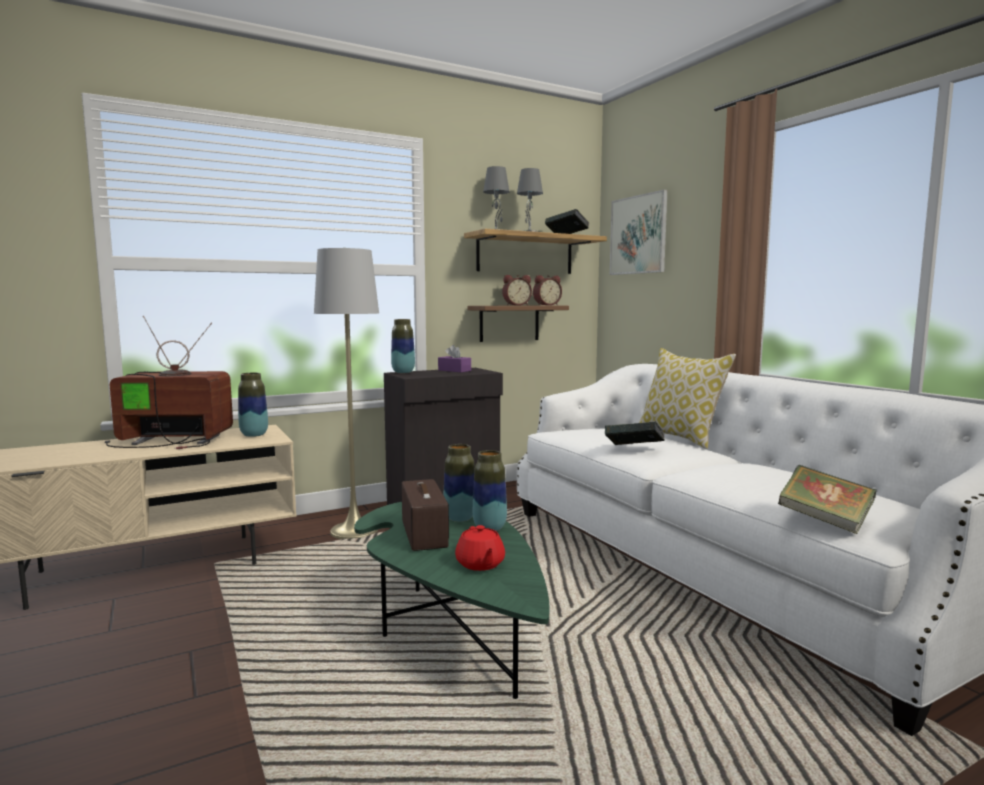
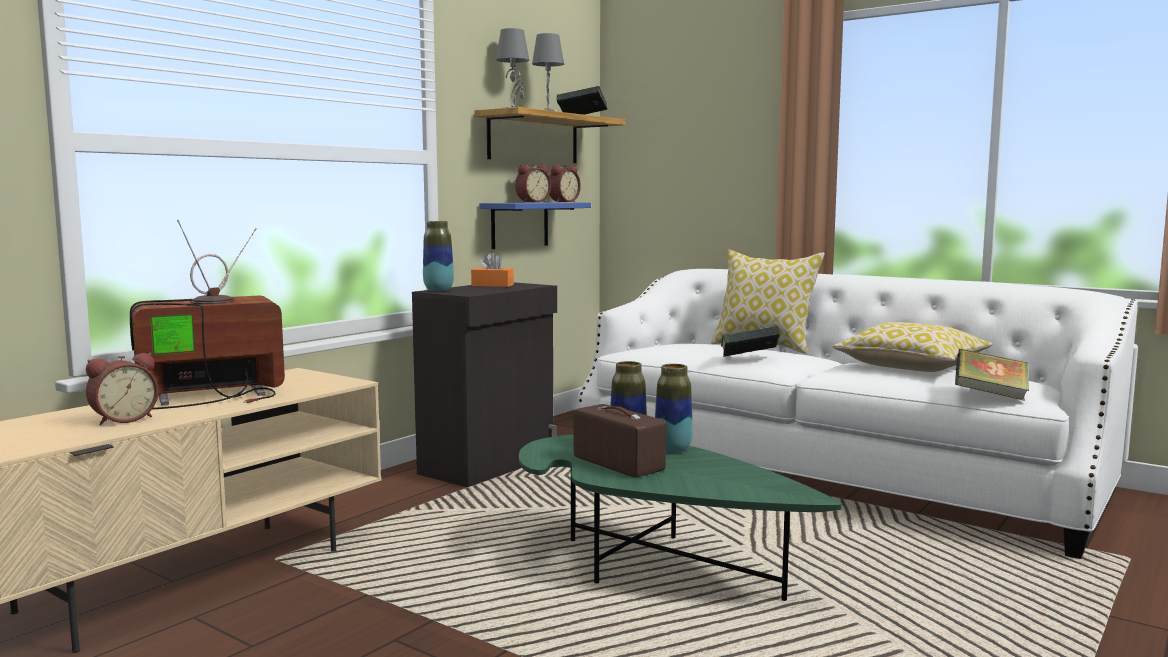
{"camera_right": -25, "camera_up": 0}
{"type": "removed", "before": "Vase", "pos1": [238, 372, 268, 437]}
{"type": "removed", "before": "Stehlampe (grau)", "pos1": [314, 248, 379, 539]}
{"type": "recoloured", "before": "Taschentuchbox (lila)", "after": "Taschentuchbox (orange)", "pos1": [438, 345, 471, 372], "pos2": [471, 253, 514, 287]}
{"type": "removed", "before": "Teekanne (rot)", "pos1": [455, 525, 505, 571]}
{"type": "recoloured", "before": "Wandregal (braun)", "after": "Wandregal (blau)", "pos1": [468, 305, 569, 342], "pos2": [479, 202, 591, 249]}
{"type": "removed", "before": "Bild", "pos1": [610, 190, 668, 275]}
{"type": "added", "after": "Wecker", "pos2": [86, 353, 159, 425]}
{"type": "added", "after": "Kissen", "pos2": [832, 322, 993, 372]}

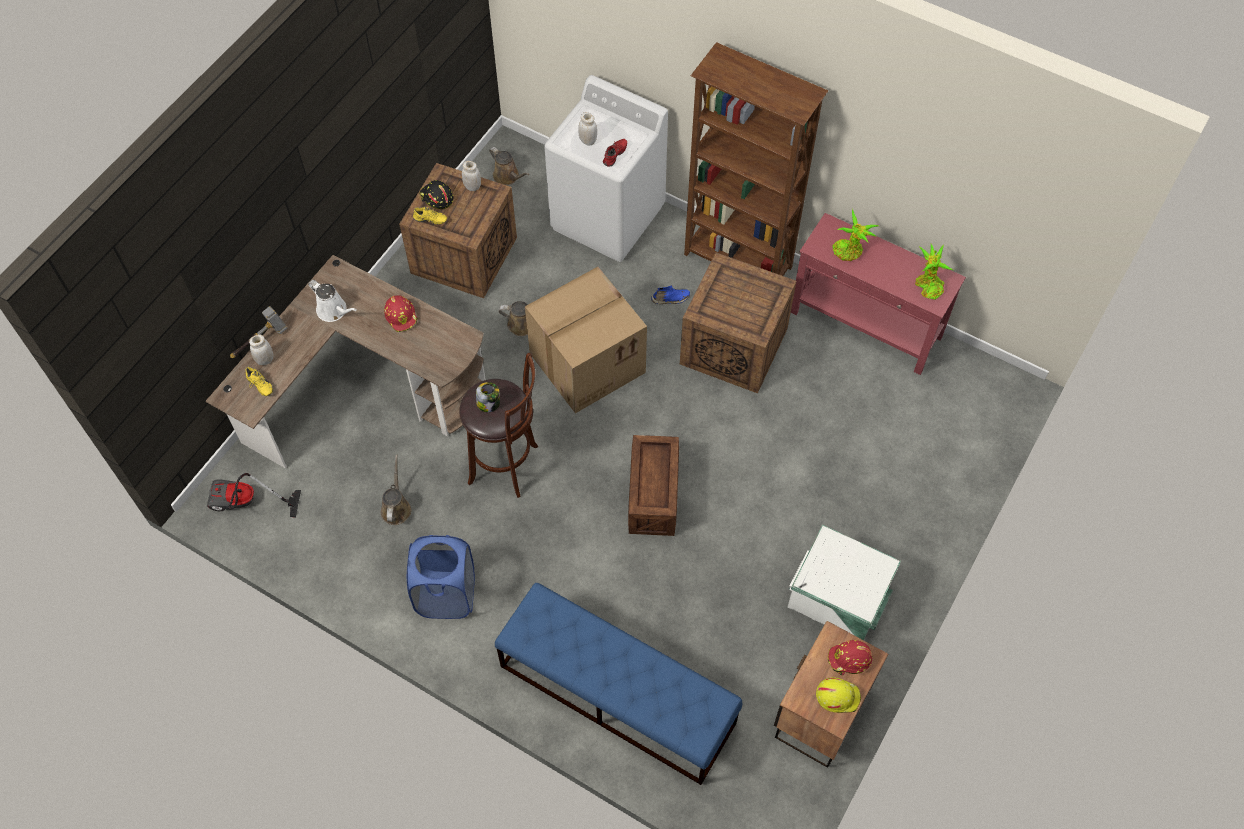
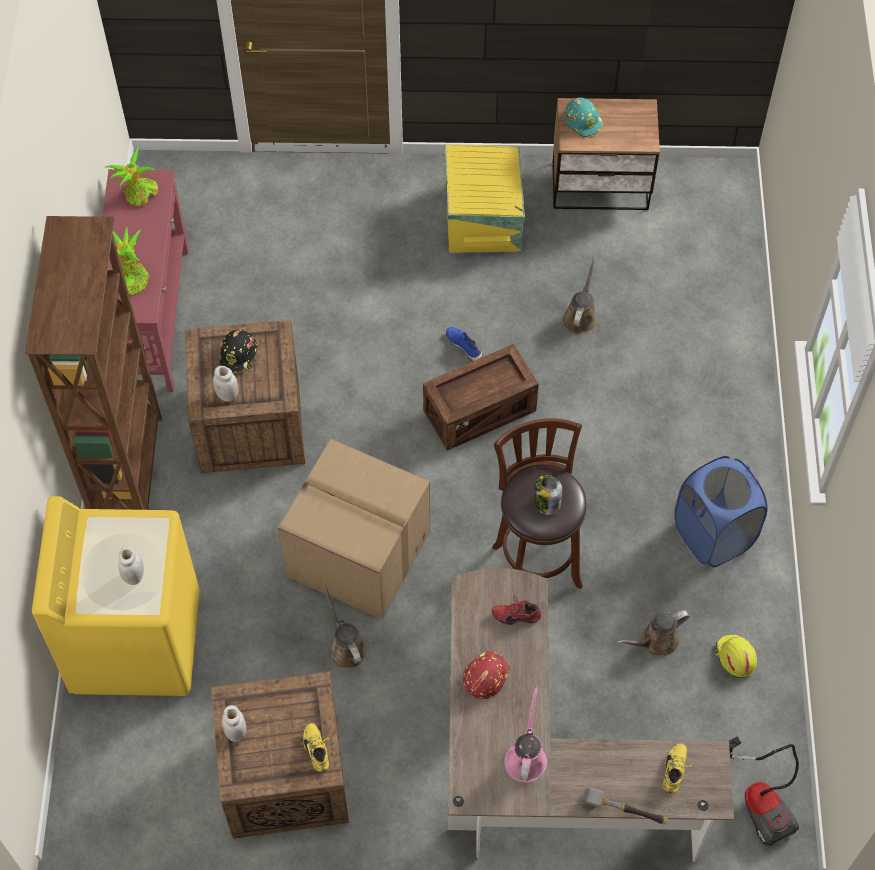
{"camera_right": -120, "camera_up": 0}
{"type": "moved", "before": "Vorratsglas (weiß)", "pos1": [249, 334, 273, 365], "pos2": [213, 366, 238, 402]}
{"type": "recoloured", "before": "Gießkanne (weiß)", "after": "Gießkanne (rosa)", "pos1": [308, 280, 357, 322], "pos2": [504, 686, 547, 783]}
{"type": "moved", "before": "Schutzhelm (schwarz)", "pos1": [419, 180, 453, 209], "pos2": [220, 329, 257, 373]}
{"type": "moved", "before": "Gießkanne (braun)", "pos1": [489, 147, 530, 185], "pos2": [563, 257, 597, 334]}
{"type": "removed", "before": "Bank (blau)", "pos1": [495, 583, 742, 785]}
{"type": "recoloured", "before": "Waschmaschine (weiß)", "after": "Waschmaschine (gelb)", "pos1": [544, 75, 668, 262], "pos2": [32, 496, 200, 696]}
{"type": "moved", "before": "Schuh (rot)", "pos1": [603, 139, 627, 167], "pos2": [492, 596, 541, 625]}
{"type": "moved", "before": "Schuh (blau)", "pos1": [651, 285, 690, 304], "pos2": [446, 327, 483, 362]}
{"type": "recoloured", "before": "Aufbewahrungsbox (weiß)", "after": "Aufbewahrungsbox (gelb)", "pos1": [787, 525, 901, 640], "pos2": [445, 144, 525, 254]}
{"type": "moved", "before": "Schutzhelm (gelb)", "pos1": [816, 677, 861, 713], "pos2": [715, 635, 757, 678]}
{"type": "recoloured", "before": "Schutzhelm (rot)", "after": "Schutzhelm (türkis)", "pos1": [828, 640, 872, 675], "pos2": [564, 97, 604, 137]}

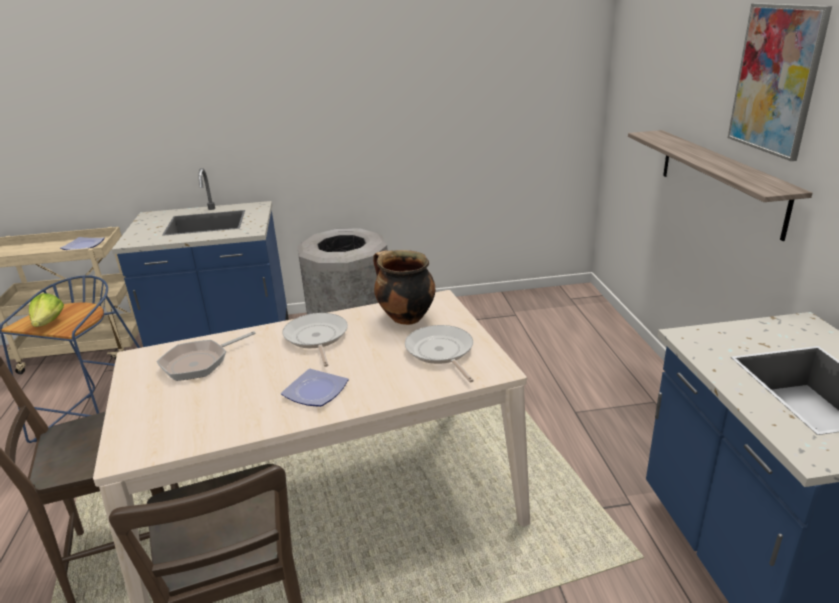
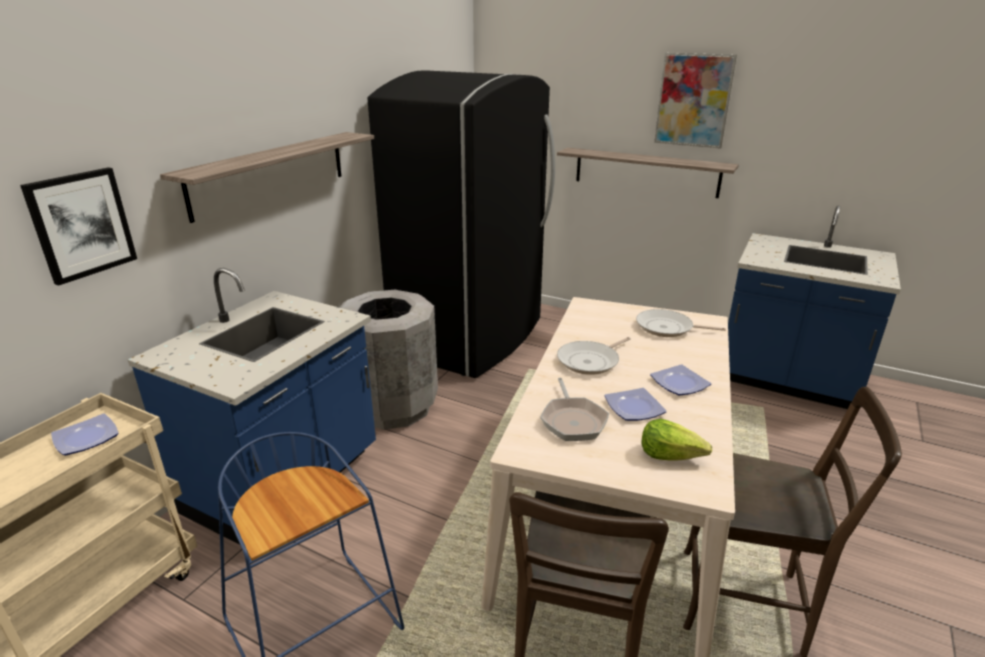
{"camera_right": -55, "camera_up": 0}
{"type": "moved", "before": "Salatkopf", "pos1": [29, 293, 64, 327], "pos2": [642, 419, 712, 461]}
{"type": "turned", "before": "Pfanne", "pos1": [283, 313, 348, 367], "pos2": [557, 337, 631, 375], "turn": -60}
{"type": "removed", "before": "Kochtopf", "pos1": [373, 250, 435, 325]}
{"type": "added", "after": "Bild", "pos2": [20, 168, 137, 286]}
{"type": "added", "after": "Wandregal", "pos2": [160, 132, 374, 223]}
{"type": "added", "after": "Kühlschrank (schwarz)", "pos2": [367, 70, 555, 378]}
{"type": "added", "after": "Teller", "pos2": [604, 388, 667, 421]}

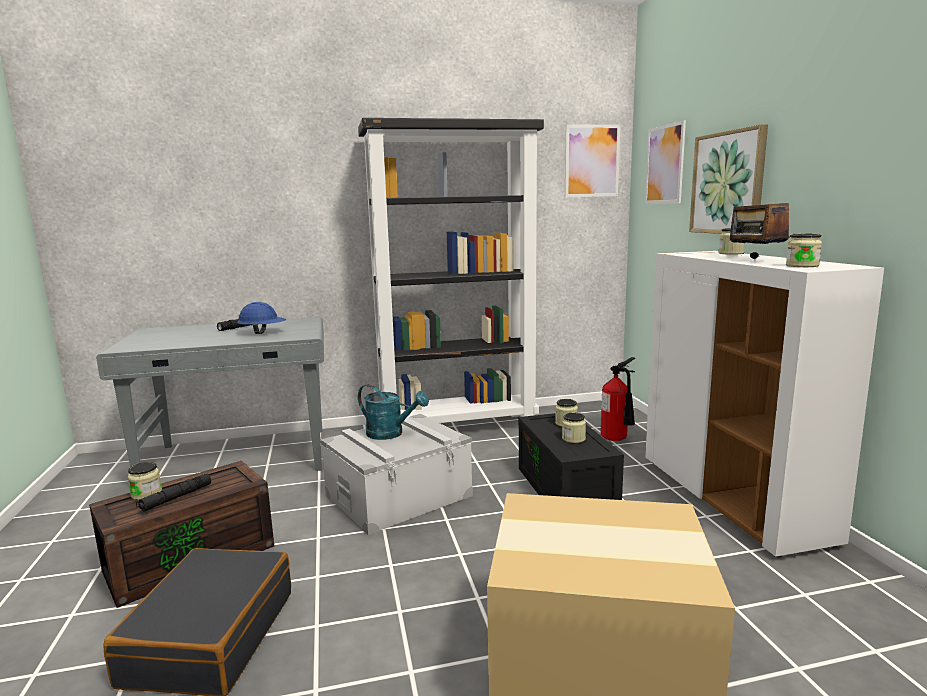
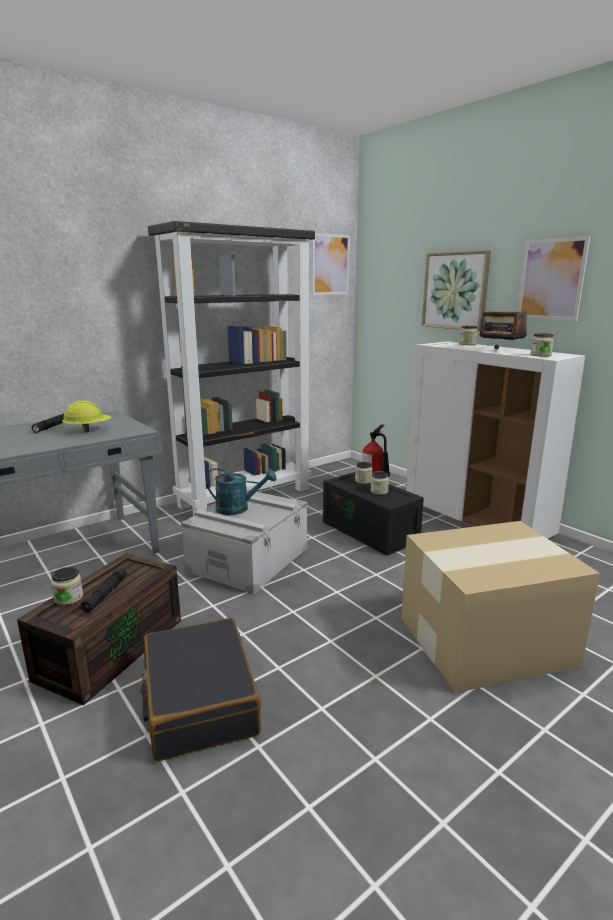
{"camera_right": -25, "camera_up": 5}
{"type": "recoloured", "before": "Schutzhelm (blau)", "after": "Schutzhelm (gelb)", "pos1": [237, 302, 286, 334], "pos2": [62, 401, 112, 432]}
{"type": "moved", "before": "Bild", "pos1": [645, 120, 686, 204], "pos2": [518, 236, 590, 321]}

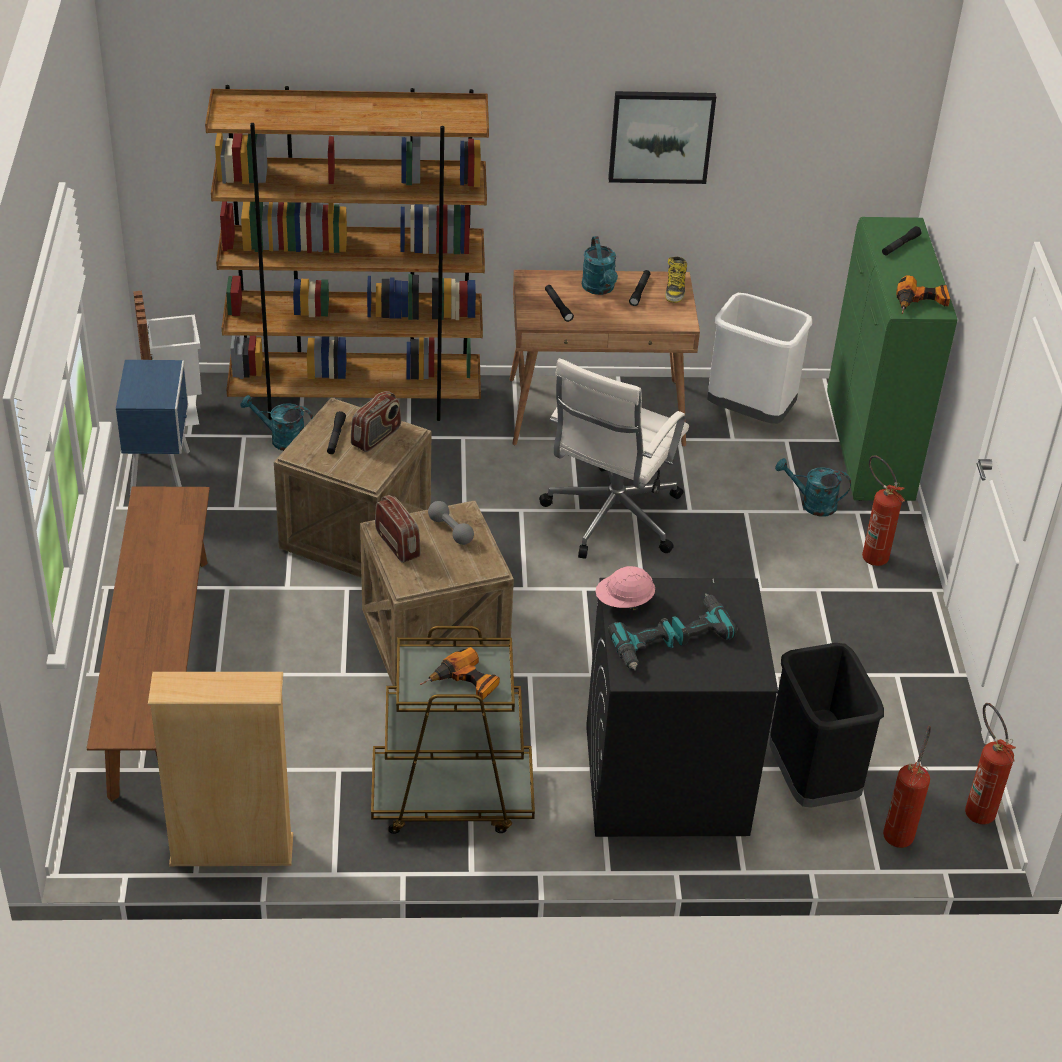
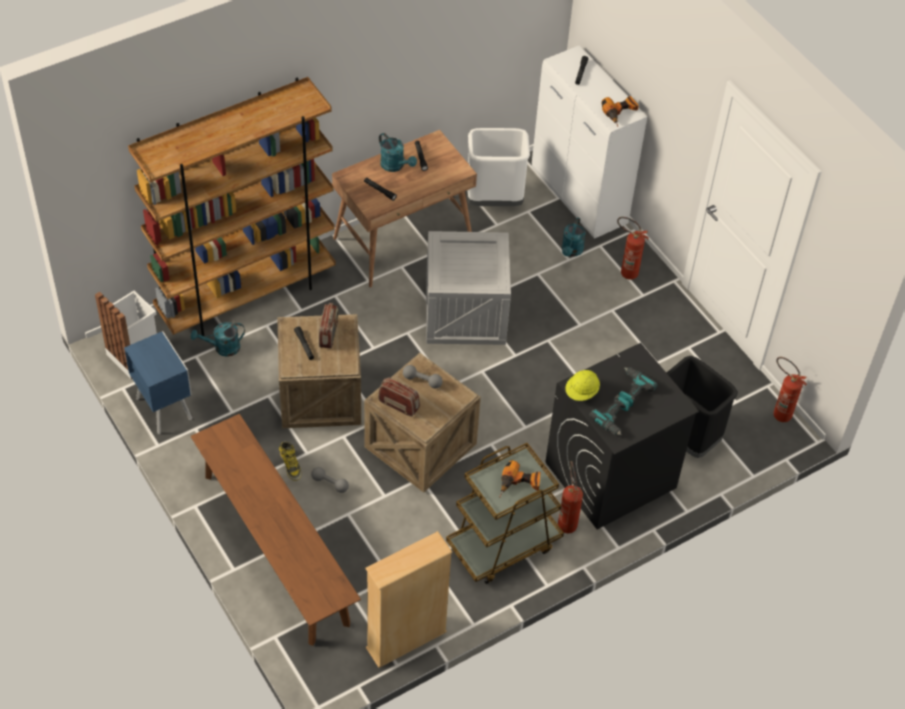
{"camera_right": -30, "camera_up": 10}
{"type": "replaced", "before": "Bürostuhl (weiß)", "after": "Kiste", "pos1": [539, 358, 689, 559], "pos2": [426, 231, 511, 345]}
{"type": "recoloured", "before": "Schutzhelm (rosa)", "after": "Schutzhelm (gelb)", "pos1": [595, 566, 655, 611], "pos2": [565, 370, 600, 401]}
{"type": "removed", "before": "Bild", "pos1": [608, 91, 716, 184]}
{"type": "moved", "before": "Stiefel", "pos1": [665, 257, 687, 303], "pos2": [279, 442, 301, 481]}
{"type": "turned", "before": "Gießkanne (türkis)", "pos1": [775, 458, 851, 517], "pos2": [562, 217, 586, 257], "turn": -60}
{"type": "recoloured", "before": "Schrank (grün)", "after": "Schrank (weiß)", "pos1": [827, 217, 958, 501], "pos2": [532, 45, 647, 239]}
{"type": "moved", "before": "Feuerlöscher", "pos1": [883, 726, 931, 848], "pos2": [558, 461, 583, 533]}
{"type": "added", "after": "Hantel (grau)", "pos2": [311, 467, 349, 493]}

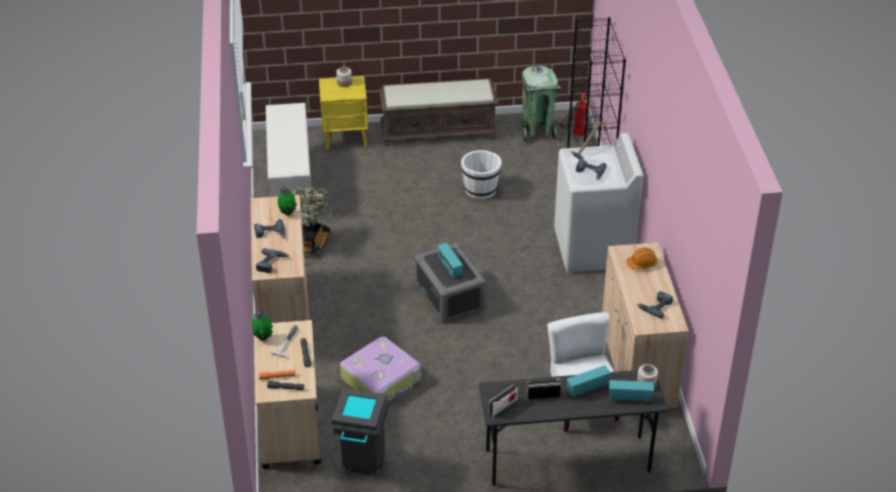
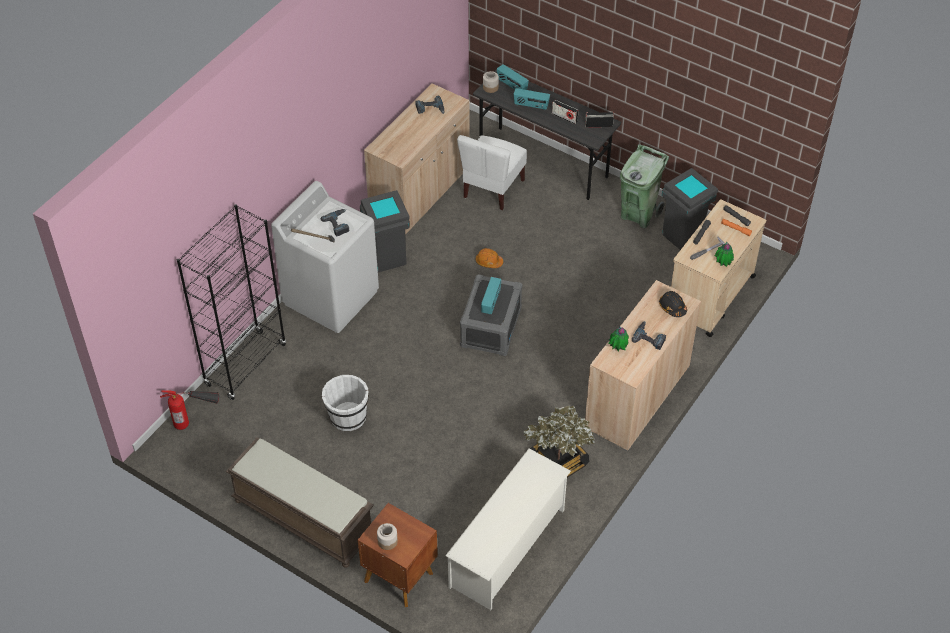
{"camera_right": -140, "camera_up": 10}
{"type": "replaced", "before": "Bohrmaschine", "after": "Schutzhelm (schwarz)", "pos1": [256, 248, 289, 273], "pos2": [659, 291, 687, 317]}
{"type": "recoloured", "before": "Nachttisch (gelb)", "after": "Nachttisch (braun)", "pos1": [319, 76, 368, 149], "pos2": [358, 503, 438, 607]}
{"type": "removed", "before": "Koffer", "pos1": [340, 337, 421, 401]}
{"type": "moved", "before": "Mülleimer (grün)", "pos1": [521, 66, 562, 143], "pos2": [620, 144, 669, 228]}
{"type": "moved", "before": "Schutzhelm (orange)", "pos1": [626, 248, 657, 269], "pos2": [476, 248, 503, 268]}
{"type": "added", "after": "Mülleimer (grau)", "pos2": [360, 190, 410, 272]}

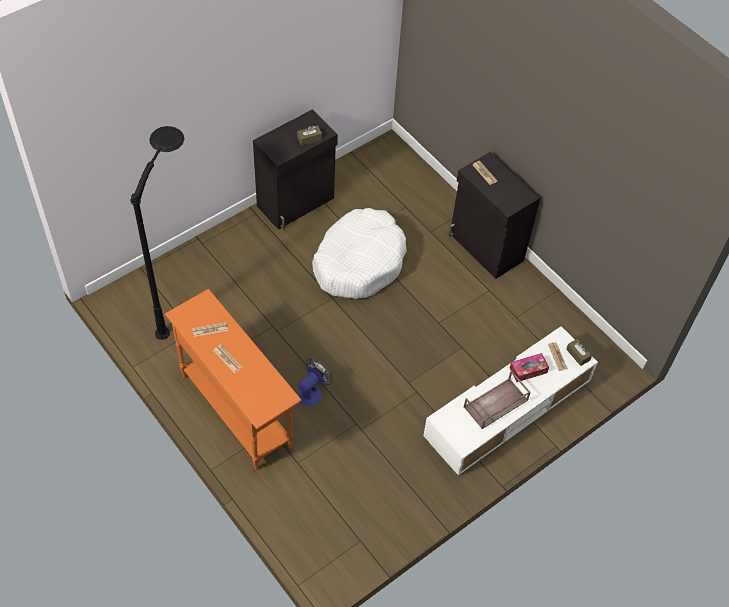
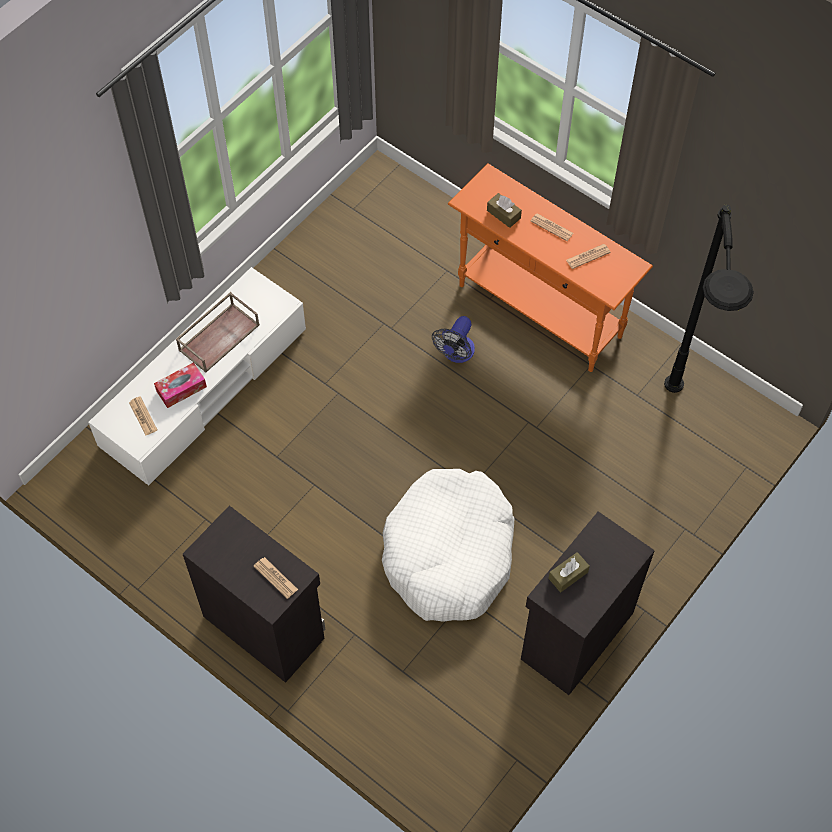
{"camera_right": 170, "camera_up": 5}
{"type": "moved", "before": "Taschentuchbox (braun)", "pos1": [566, 339, 592, 366], "pos2": [487, 193, 522, 228]}

